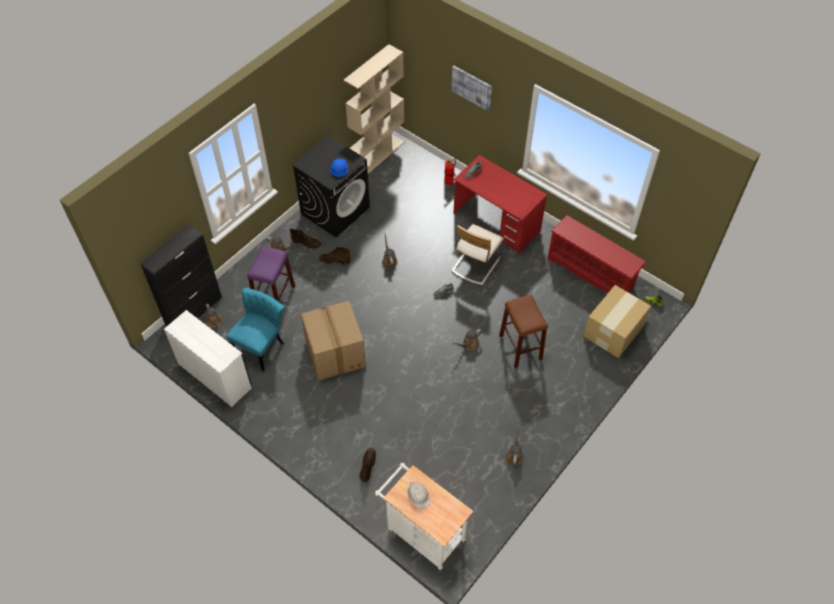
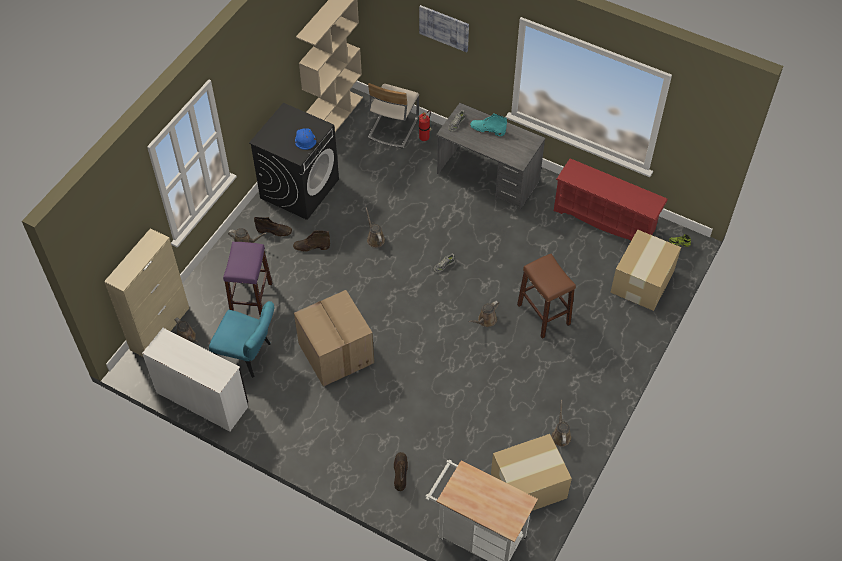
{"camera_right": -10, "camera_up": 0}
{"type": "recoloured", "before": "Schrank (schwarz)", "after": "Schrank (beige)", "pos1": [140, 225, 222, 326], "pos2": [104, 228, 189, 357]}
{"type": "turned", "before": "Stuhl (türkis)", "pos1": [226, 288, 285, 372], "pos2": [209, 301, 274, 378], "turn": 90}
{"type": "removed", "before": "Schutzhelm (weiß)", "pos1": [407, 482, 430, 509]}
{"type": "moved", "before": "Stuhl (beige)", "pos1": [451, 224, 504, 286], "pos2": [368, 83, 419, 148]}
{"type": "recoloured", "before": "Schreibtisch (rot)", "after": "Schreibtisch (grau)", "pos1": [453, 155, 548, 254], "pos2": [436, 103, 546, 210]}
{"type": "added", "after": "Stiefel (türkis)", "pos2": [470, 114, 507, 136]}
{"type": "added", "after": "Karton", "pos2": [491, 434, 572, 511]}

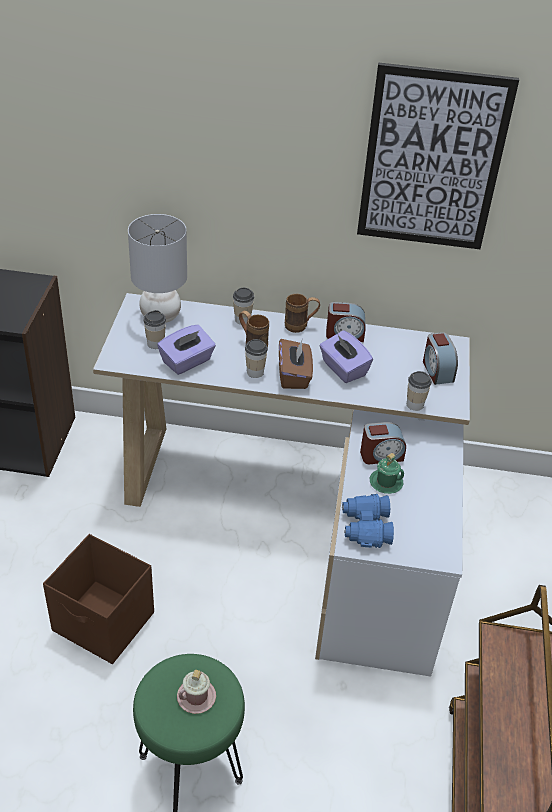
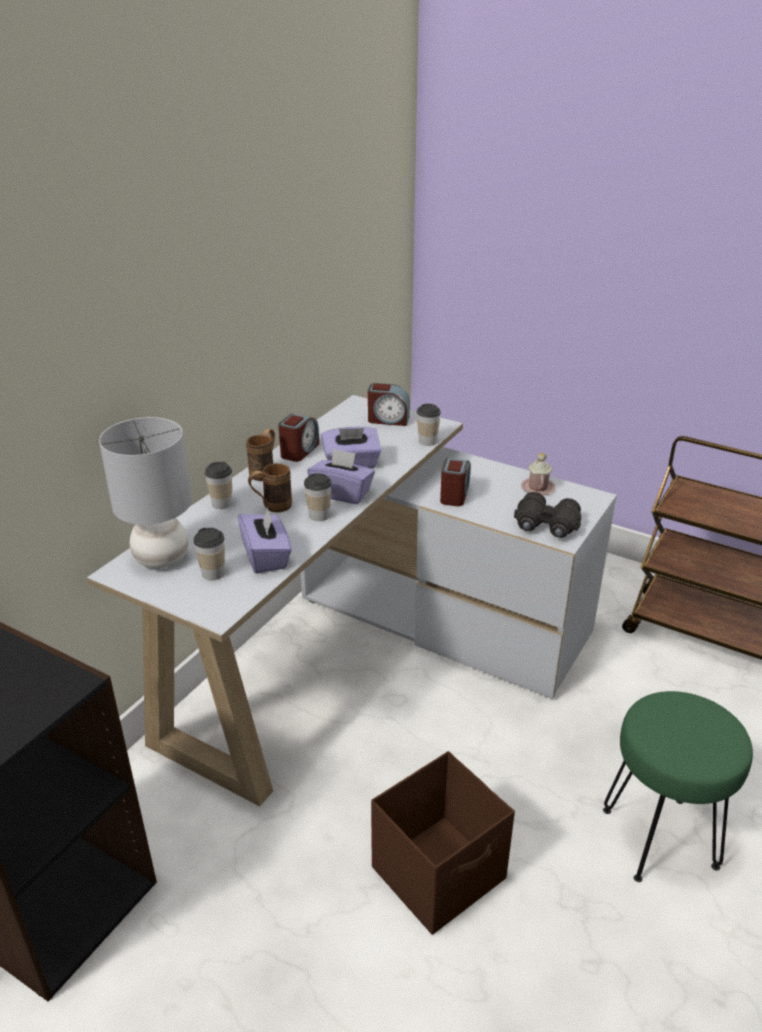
{"camera_right": -65, "camera_up": -10}
{"type": "moved", "before": "Henkelbecher (rosa)", "pos1": [177, 670, 216, 714], "pos2": [521, 453, 556, 495]}
{"type": "recoloured", "before": "Taschentuchbox (braun)", "after": "Taschentuchbox (lila)", "pos1": [279, 339, 313, 389], "pos2": [307, 448, 375, 504]}
{"type": "recoloured", "before": "Fernglas (blau)", "after": "Fernglas (schwarz)", "pos1": [342, 494, 394, 548], "pos2": [514, 492, 581, 538]}
{"type": "removed", "before": "Bild", "pos1": [357, 63, 519, 249]}
{"type": "removed", "before": "Henkelbecher (grün)", "pos1": [370, 453, 404, 494]}

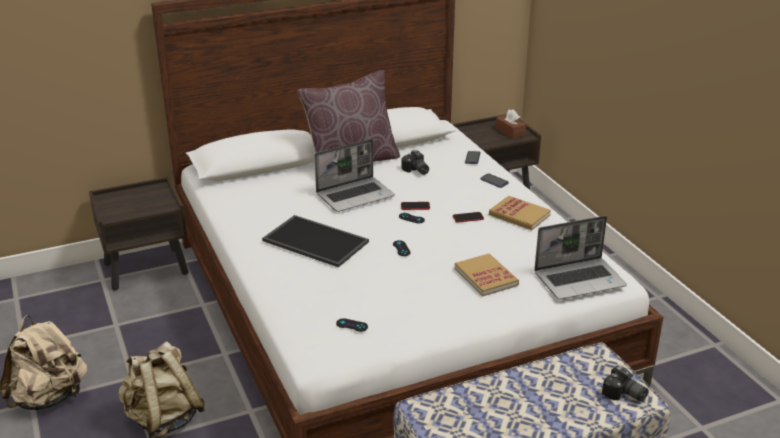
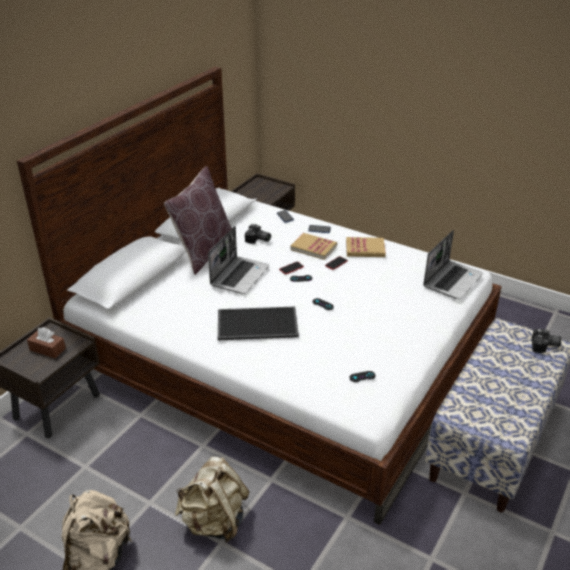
{"camera_right": -35, "camera_up": 5}
{"type": "moved", "before": "Buch", "pos1": [455, 254, 519, 297], "pos2": [290, 233, 337, 260]}
{"type": "moved", "before": "Taschentuchbox (braun)", "pos1": [496, 109, 526, 139], "pos2": [27, 327, 66, 358]}

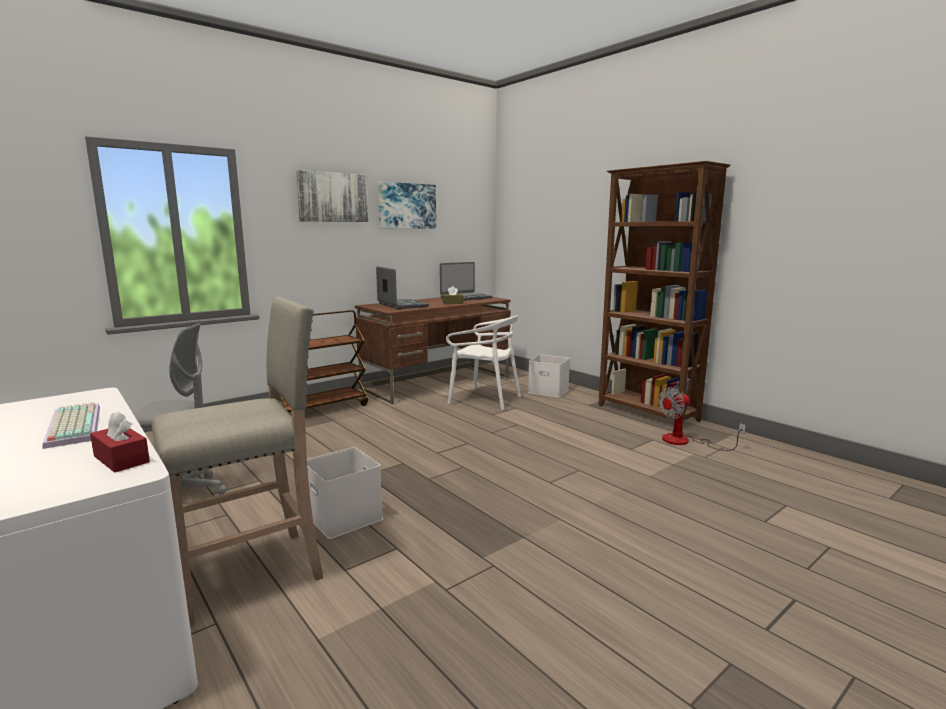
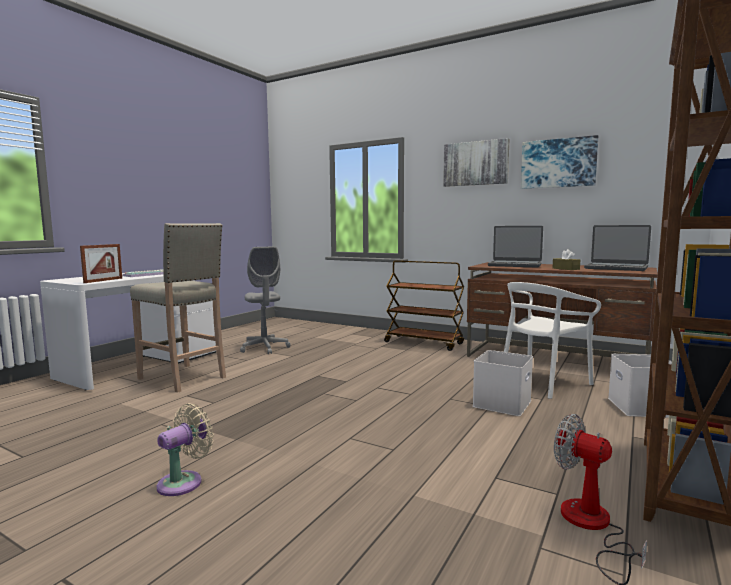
{"camera_right": 70, "camera_up": -5}
{"type": "replaced", "before": "Taschentuchbox (rot)", "after": "Bilderrahmen", "pos1": [90, 411, 150, 472], "pos2": [80, 244, 122, 283]}
{"type": "moved", "before": "Aufbewahrungsbox (weiß)", "pos1": [307, 447, 383, 539], "pos2": [472, 350, 533, 416]}
{"type": "turned", "before": "Laptop", "pos1": [376, 266, 429, 309], "pos2": [488, 226, 543, 268], "turn": 75}
{"type": "turned", "before": "Stuhl (weiß)", "pos1": [446, 315, 521, 410], "pos2": [504, 282, 601, 399], "turn": 45}
{"type": "added", "after": "Ventilator (beige)", "pos2": [157, 403, 214, 496]}

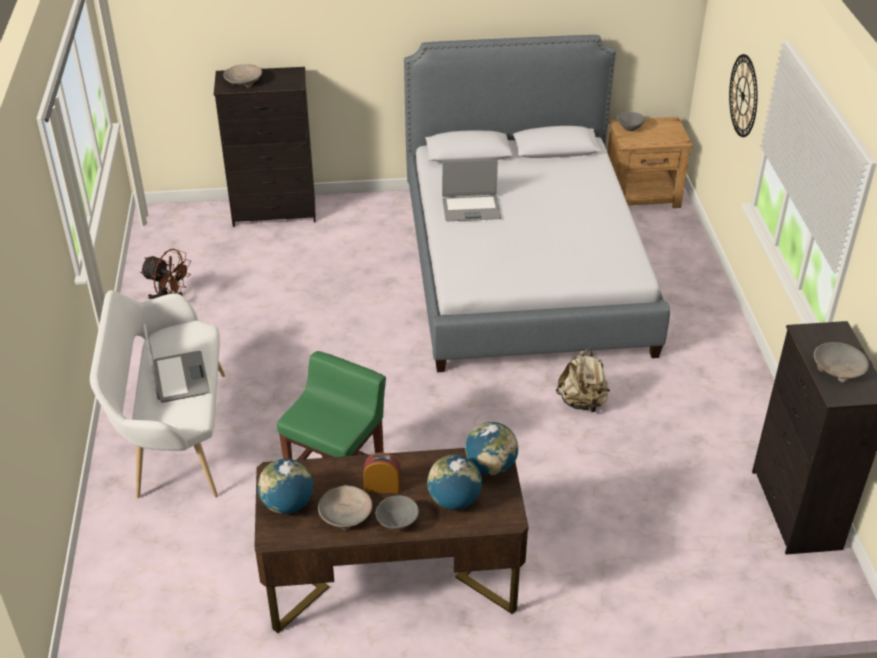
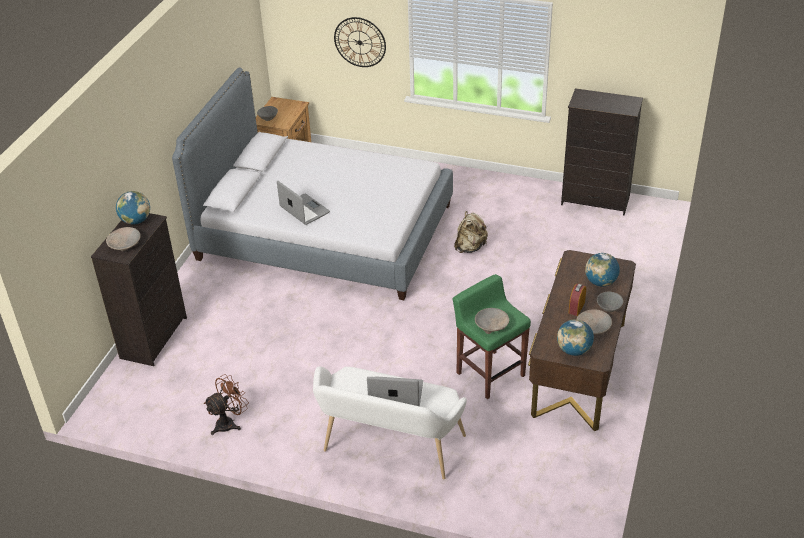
{"camera_right": -65, "camera_up": 0}
{"type": "turned", "before": "Laptop", "pos1": [442, 160, 501, 221], "pos2": [277, 181, 330, 225], "turn": -60}
{"type": "moved", "before": "Globus", "pos1": [465, 422, 518, 475], "pos2": [116, 191, 150, 225]}
{"type": "moved", "before": "Schüssel (beige)", "pos1": [814, 342, 869, 383], "pos2": [475, 308, 509, 334]}

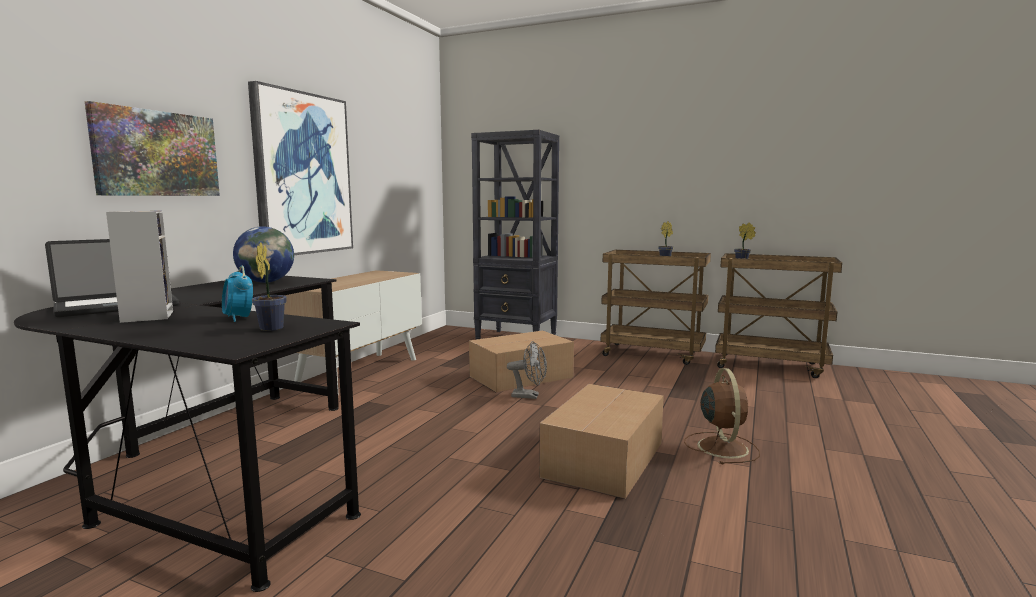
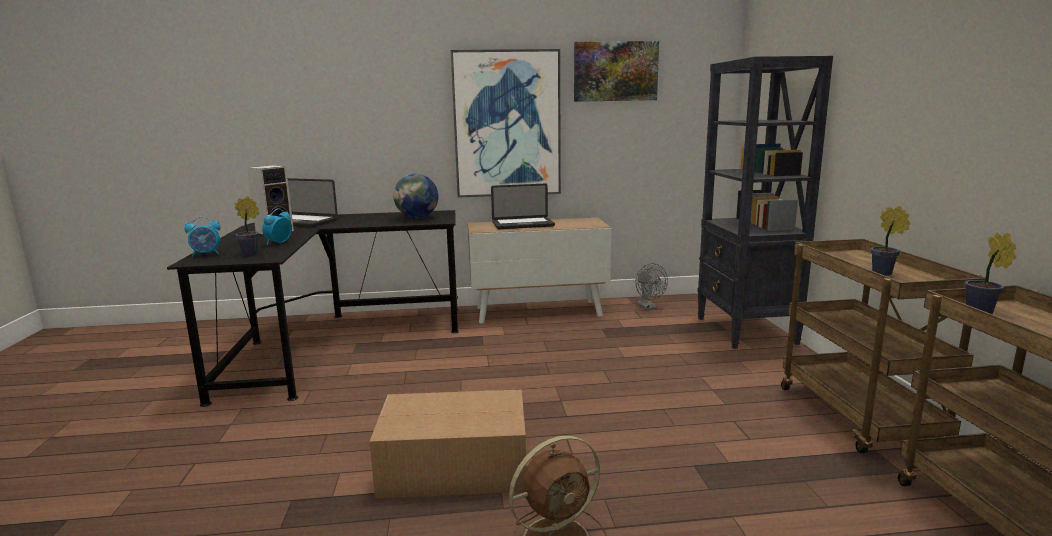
{"camera_right": 60, "camera_up": 5}
{"type": "moved", "before": "Bild", "pos1": [85, 101, 220, 196], "pos2": [574, 41, 659, 102]}
{"type": "removed", "before": "Karton", "pos1": [469, 330, 574, 393]}
{"type": "moved", "before": "Ventilator (grau)", "pos1": [507, 341, 547, 399], "pos2": [636, 263, 668, 310]}
{"type": "added", "after": "Wecker", "pos2": [184, 216, 221, 257]}
{"type": "added", "after": "Laptop", "pos2": [491, 184, 555, 229]}

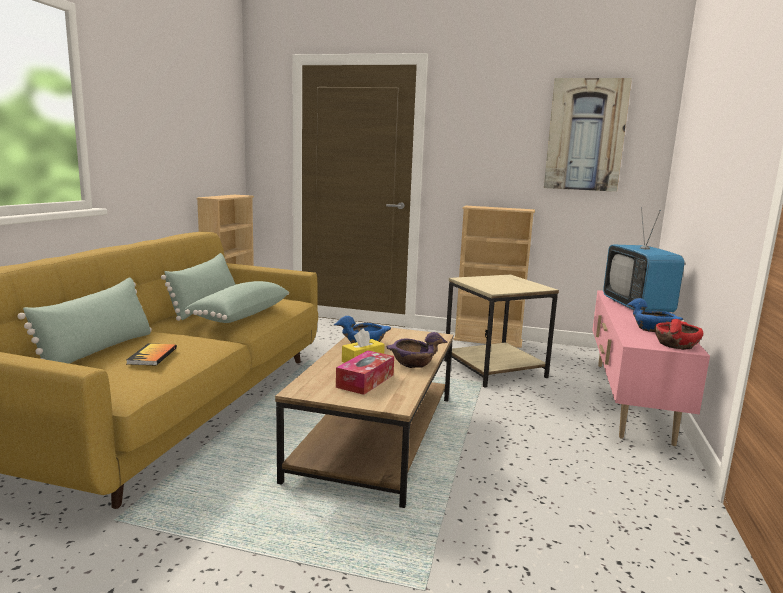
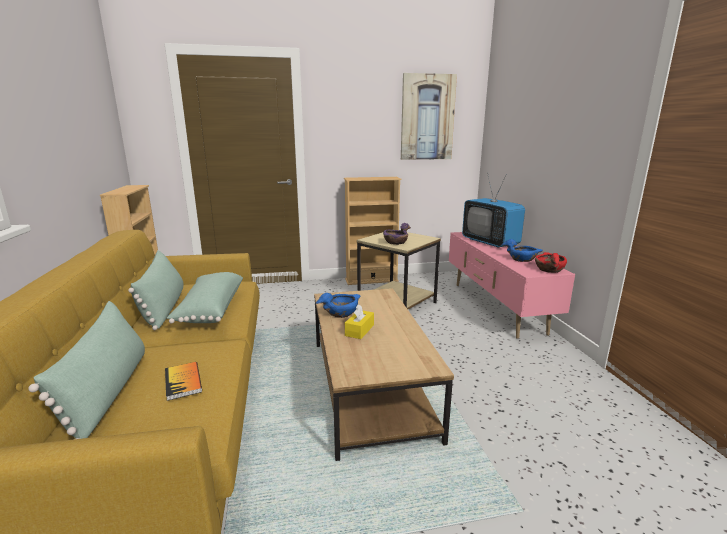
{"camera_right": -25, "camera_up": 5}
{"type": "removed", "before": "Taschentuchbox", "pos1": [336, 350, 394, 395]}
{"type": "moved", "before": "Schüssel (lila)", "pos1": [387, 332, 448, 368], "pos2": [383, 223, 411, 245]}

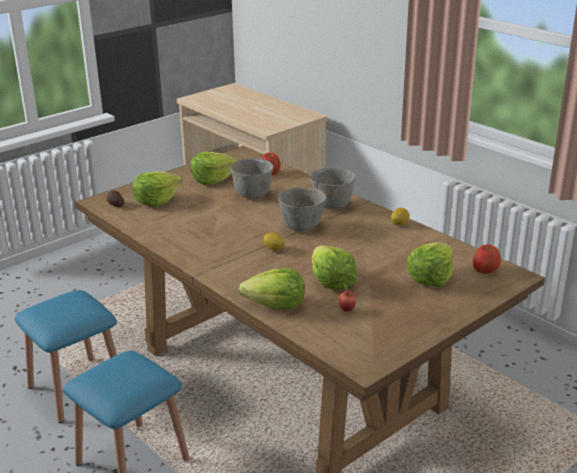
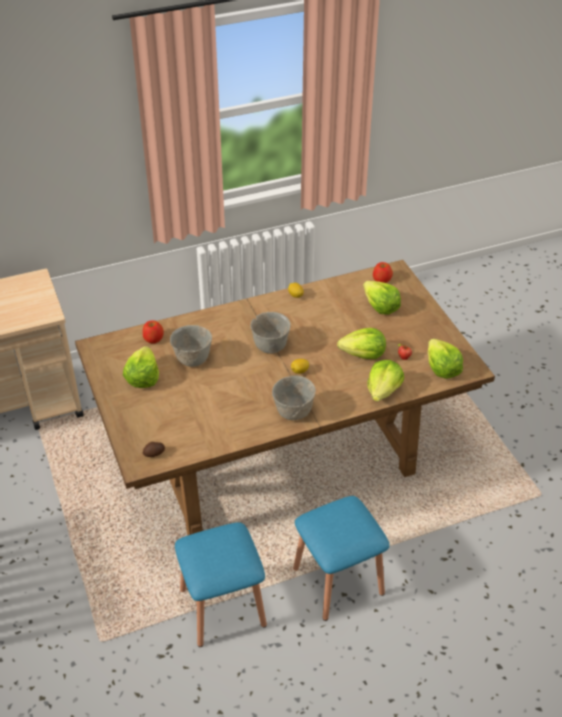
{"camera_right": -70, "camera_up": 15}
{"type": "moved", "before": "Salatkopf", "pos1": [133, 172, 182, 207], "pos2": [428, 338, 463, 379]}
{"type": "moved", "before": "Schüssel (grau)", "pos1": [310, 168, 356, 209], "pos2": [272, 376, 316, 420]}

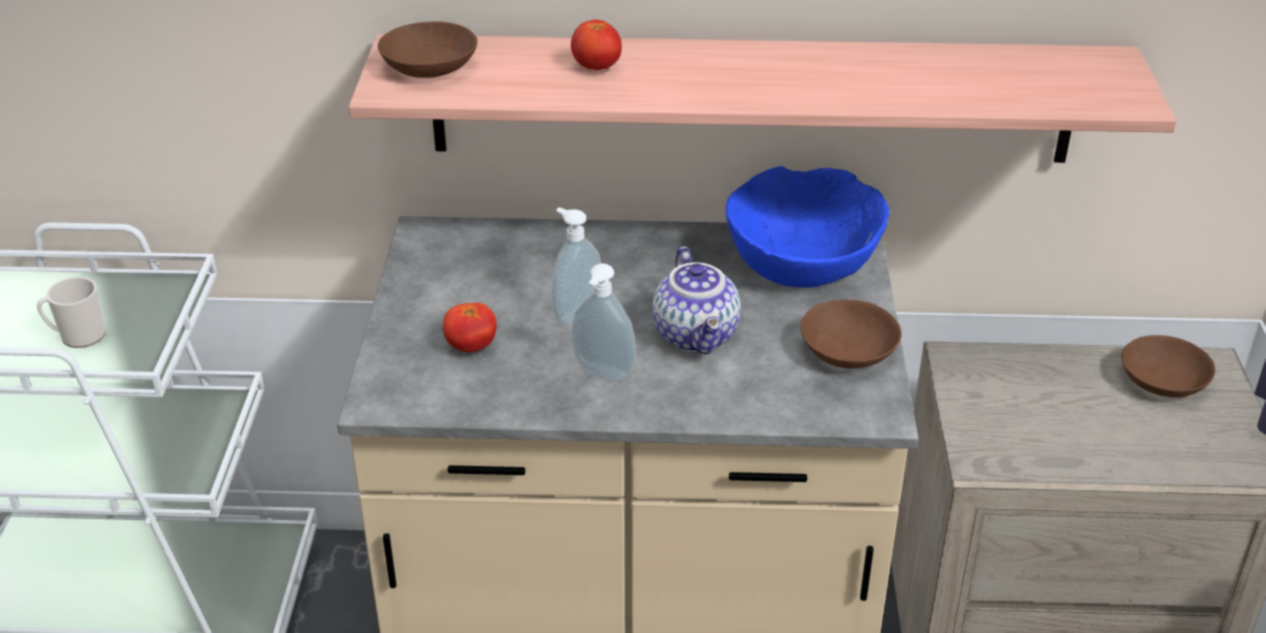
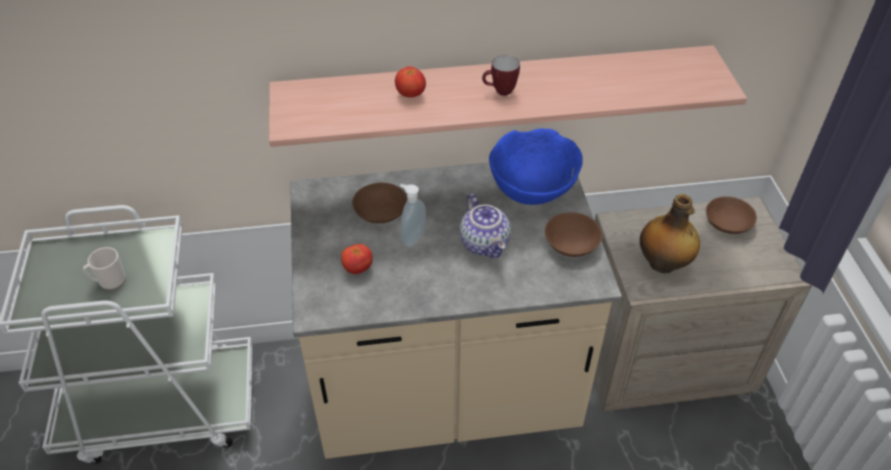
{"camera_right": -10, "camera_up": 10}
{"type": "moved", "before": "Schüssel (braun)", "pos1": [378, 21, 478, 78], "pos2": [352, 182, 407, 223]}
{"type": "removed", "before": "Seifenspender", "pos1": [571, 263, 636, 381]}
{"type": "added", "after": "Henkelbecher", "pos2": [482, 55, 520, 96]}
{"type": "added", "after": "Flasche", "pos2": [640, 194, 700, 273]}

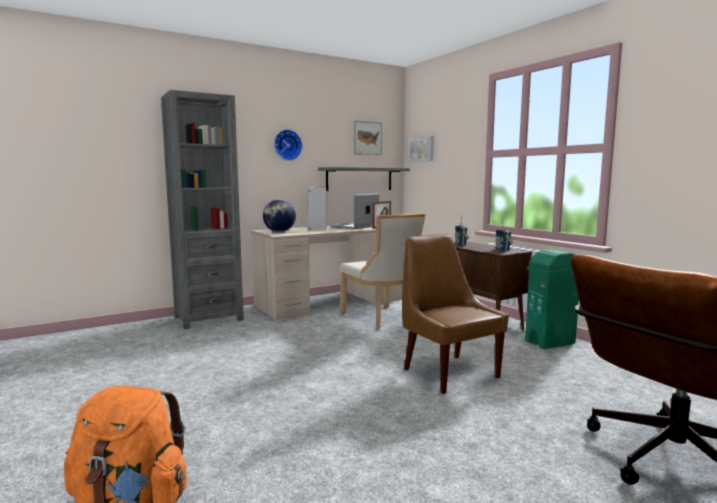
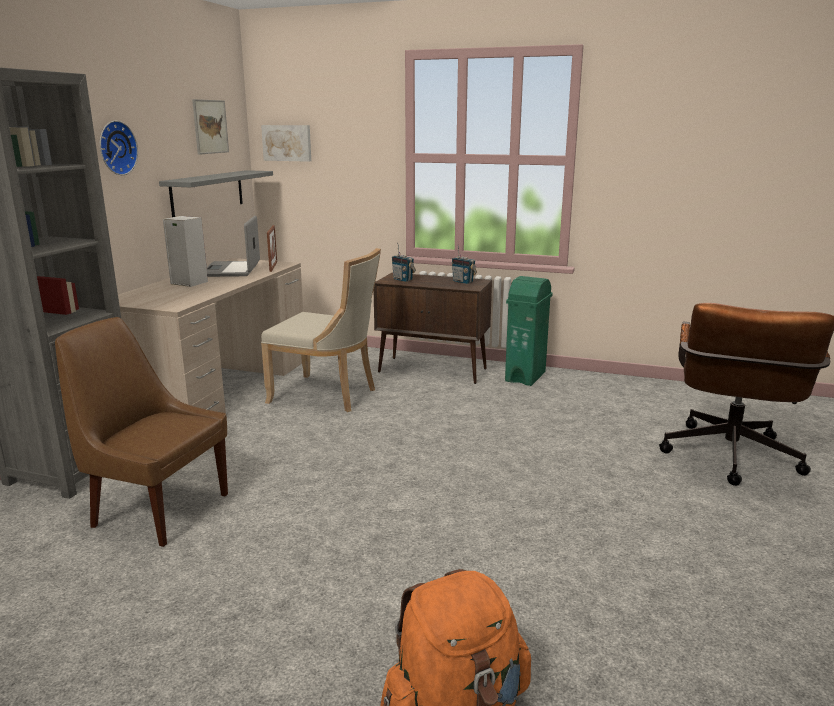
{"camera_right": -40, "camera_up": 10}
{"type": "removed", "before": "Globus", "pos1": [263, 199, 296, 232]}
{"type": "moved", "before": "Stuhl (braun)", "pos1": [402, 234, 509, 394], "pos2": [55, 317, 228, 547]}

